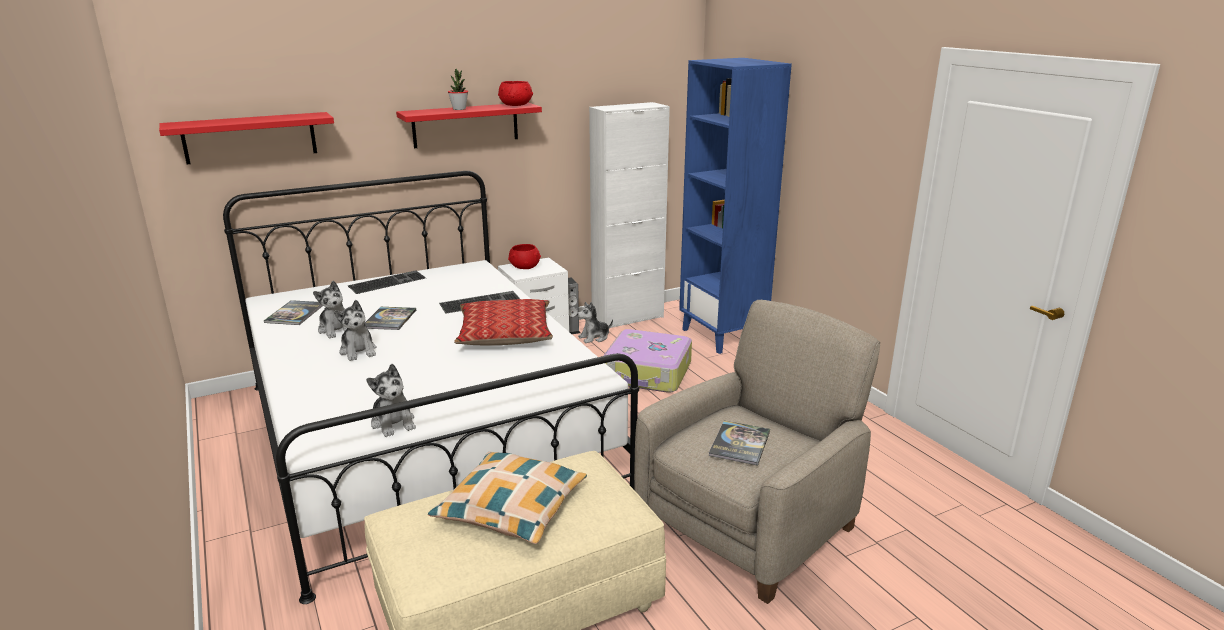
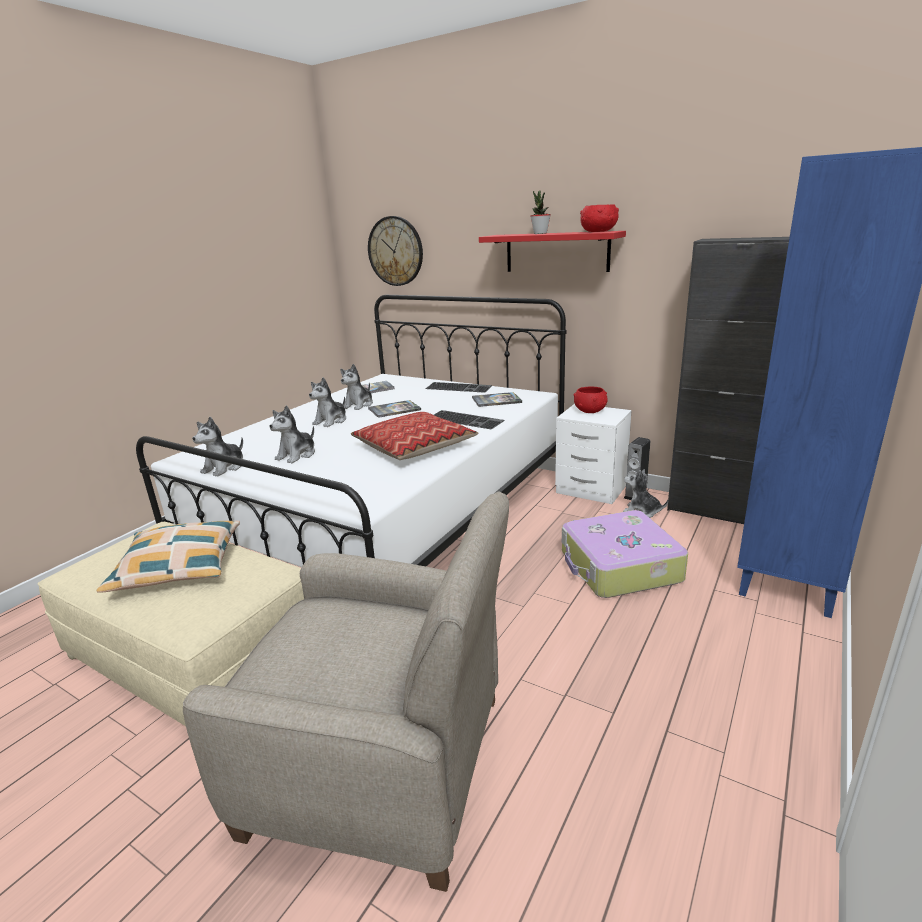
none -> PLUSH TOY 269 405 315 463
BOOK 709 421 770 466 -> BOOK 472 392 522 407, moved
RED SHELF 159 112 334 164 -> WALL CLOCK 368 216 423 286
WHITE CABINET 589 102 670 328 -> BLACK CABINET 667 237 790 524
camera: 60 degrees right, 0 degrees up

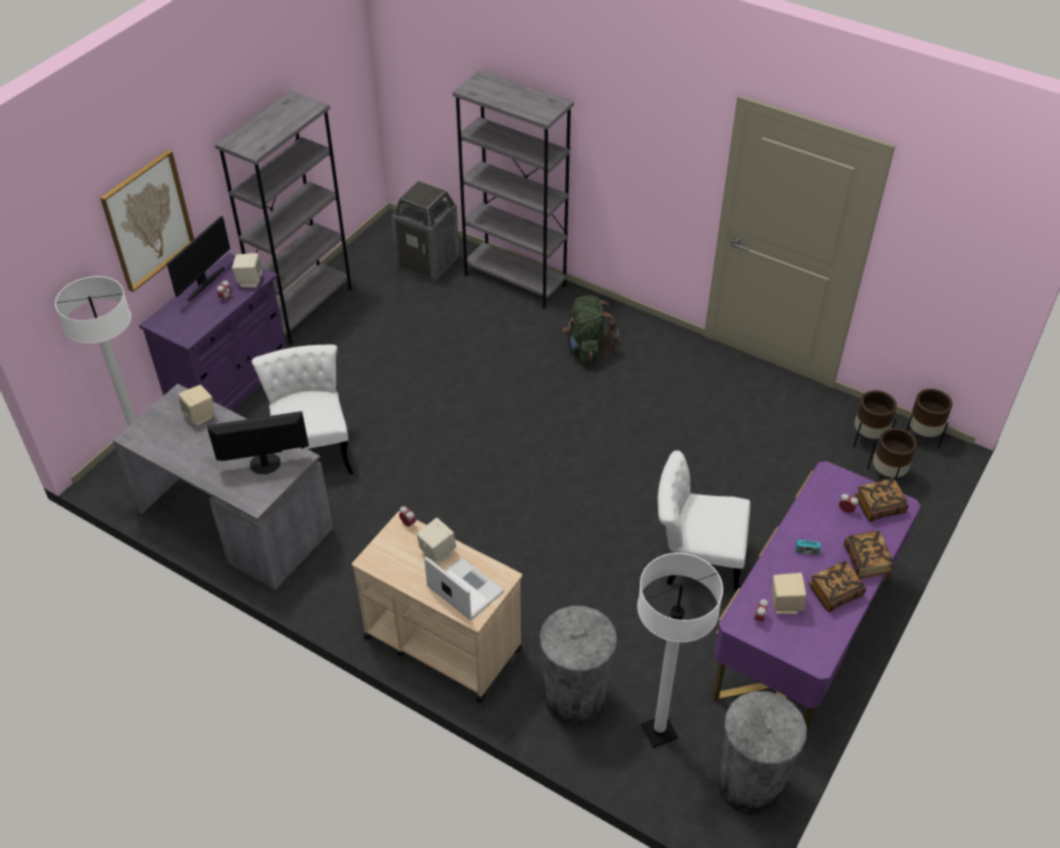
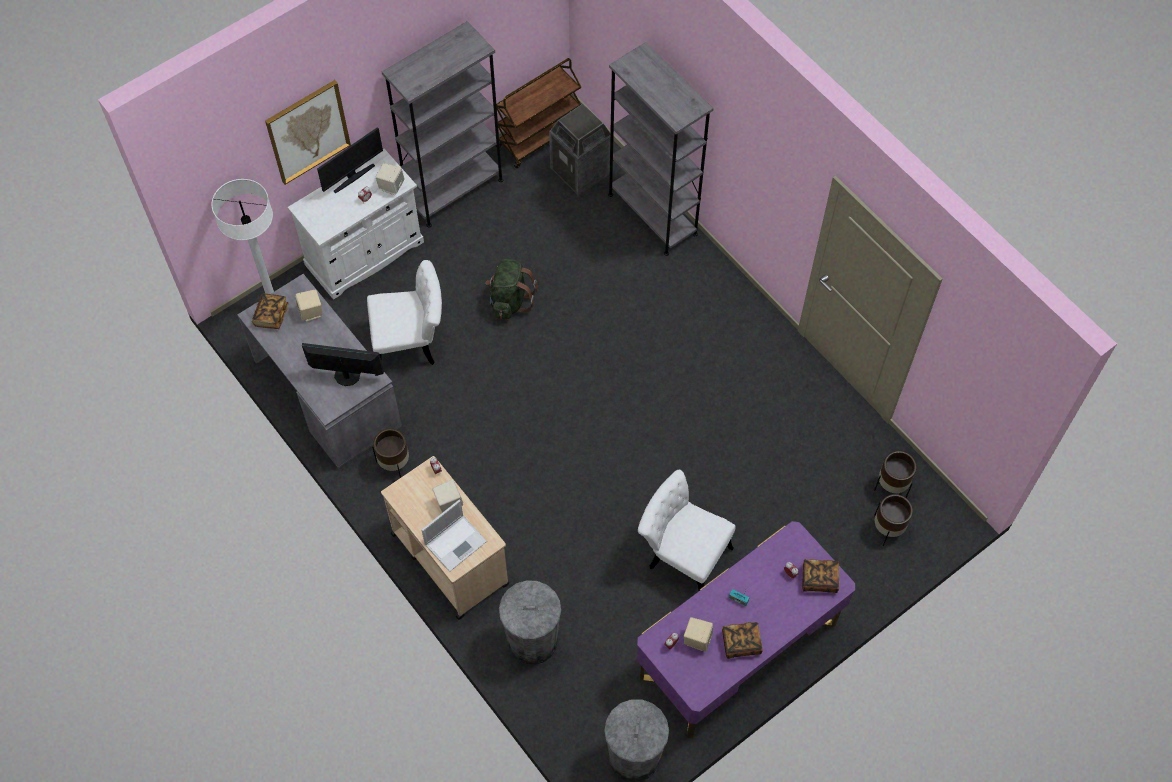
WHITE FLOOR LAMP 637 553 723 748 -> none
none -> BROWN CART 496 58 581 168
GREEN BACKPACK 562 295 619 363 -> GREEN BACKPACK 485 259 538 319, moved
BOOK 844 531 894 579 -> BOOK 252 293 289 329, moved
BROWN PLANTER 906 389 952 448 -> BROWN PLANTER 372 428 409 478, moved
PURPLE CABINET 139 253 287 411 -> WHITE CABINET 287 149 424 300
WHITE CHAIR 252 344 353 474 -> WHITE CHAIR 367 260 442 365, 75 degrees clockwise
LAPTOP 424 556 504 620 -> LAPTOP 421 499 487 572, 75 degrees clockwise
camera: 20 degrees right, 15 degrees up

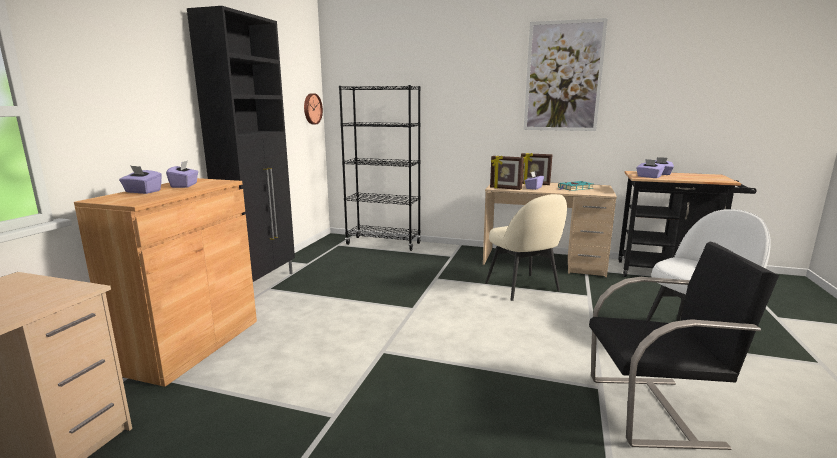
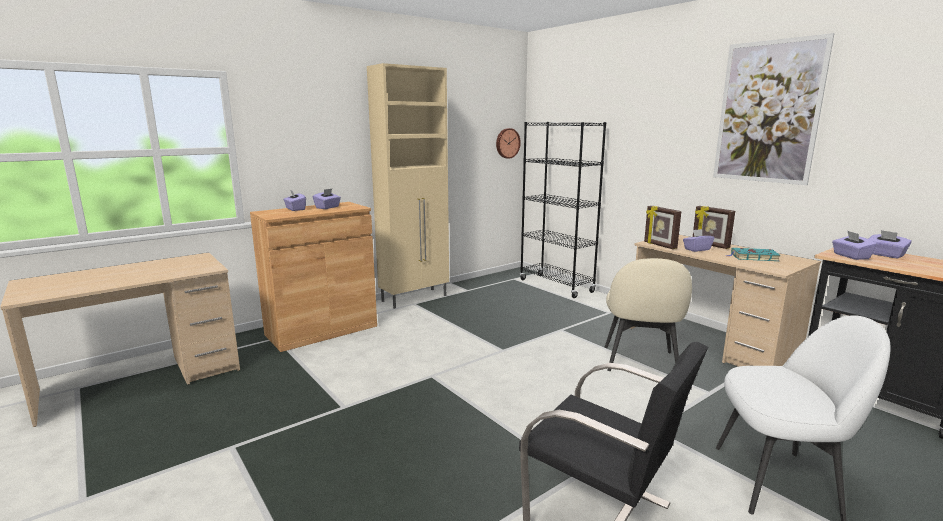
BLACK CABINET 187 6 295 282 -> BEIGE CABINET 367 63 449 309
camera: 35 degrees right, 0 degrees up

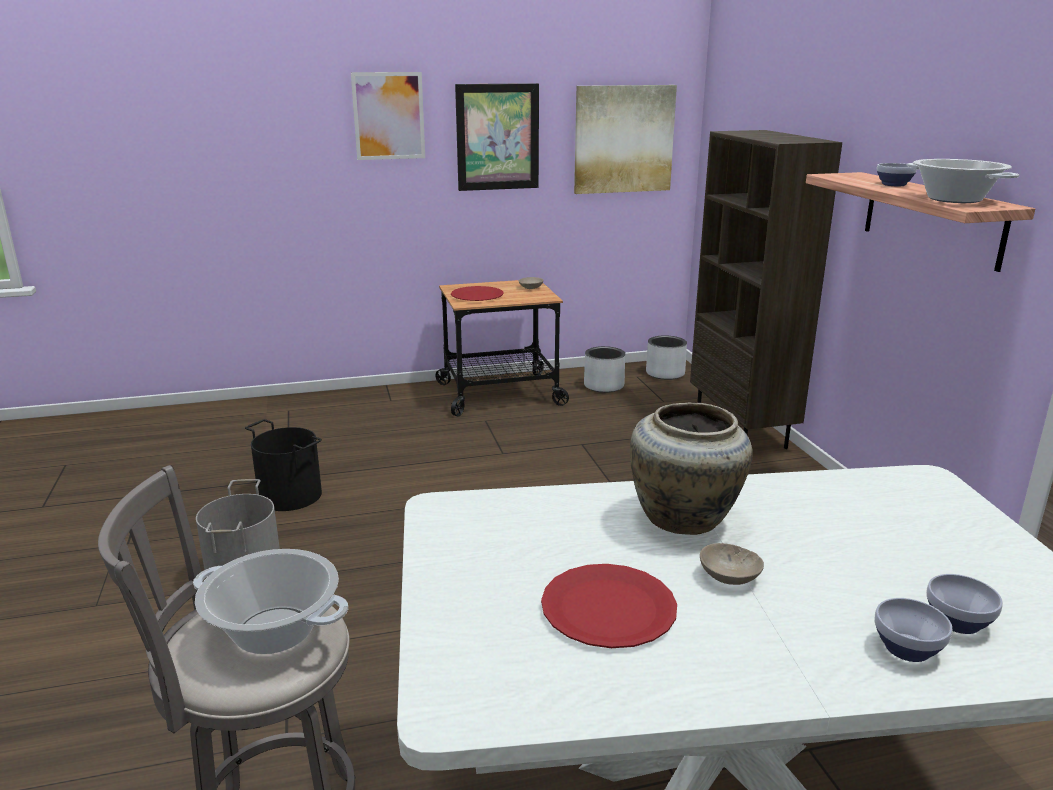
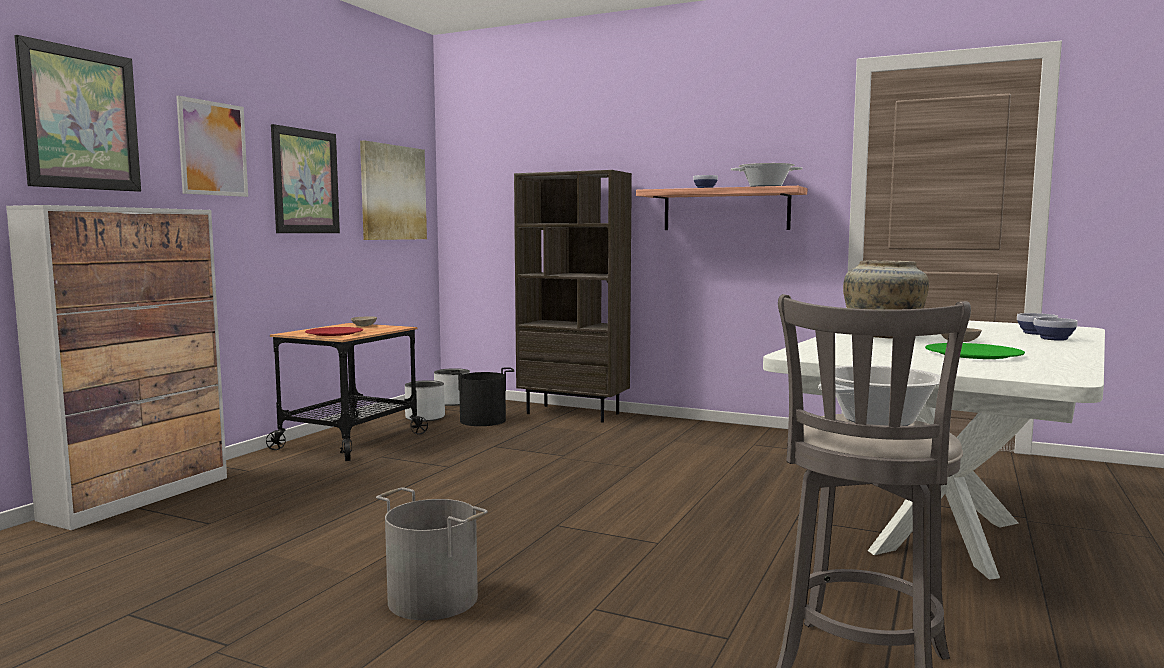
none -> CABINET 6 205 227 530
none -> PICTURE 14 35 141 192
BLACK BUCKET 245 419 322 511 -> BLACK BUCKET 449 367 514 426, moved
RED PLATE 541 564 677 648 -> GREEN PLATE 925 343 1025 359
camera: 50 degrees left, 15 degrees down

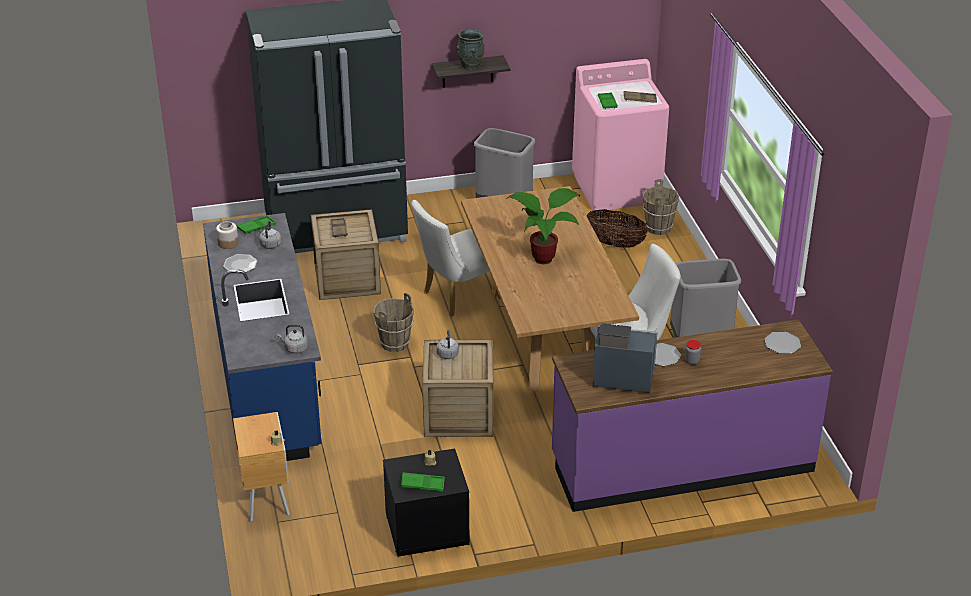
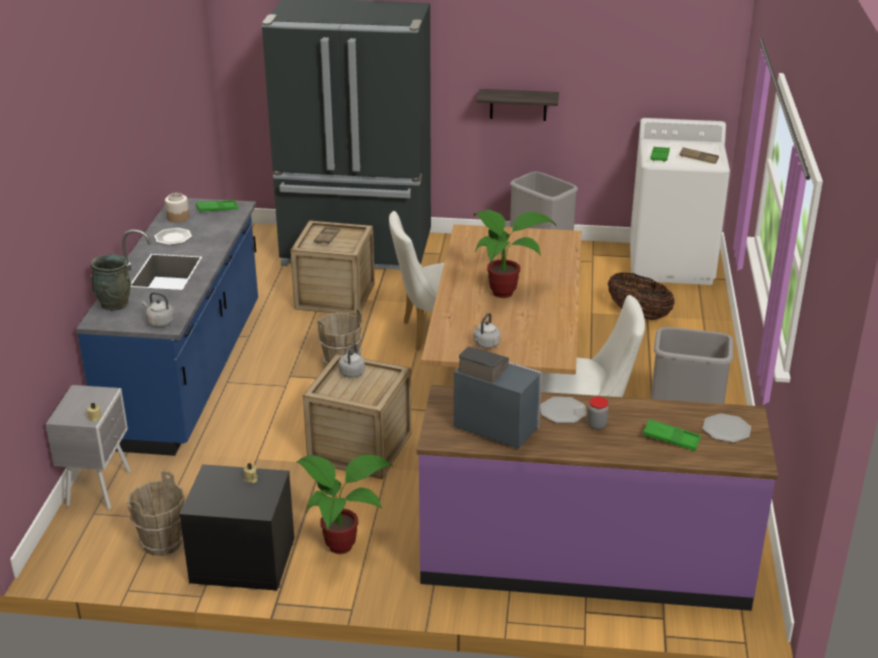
none -> POTTED PLANT 297 455 392 554
GREY KETTLE 259 220 281 249 -> GREY KETTLE 474 313 501 348, moved
GREEN TRAY 401 472 445 491 -> GREEN TRAY 643 419 701 451, moved
GREY VASE 457 29 485 70 -> GREY VASE 90 254 131 311, moved
BROWN BUCKET 643 179 680 235 -> BROWN BUCKET 127 471 184 556, moved
BROWN NIGHTSTAND 233 412 290 522 -> GREY NIGHTSTAND 45 385 131 509
PINK WASHING MACHINE 572 59 669 211 -> WHITE WASHING MACHINE 630 118 730 285
camera: 20 degrees right, 5 degrees down

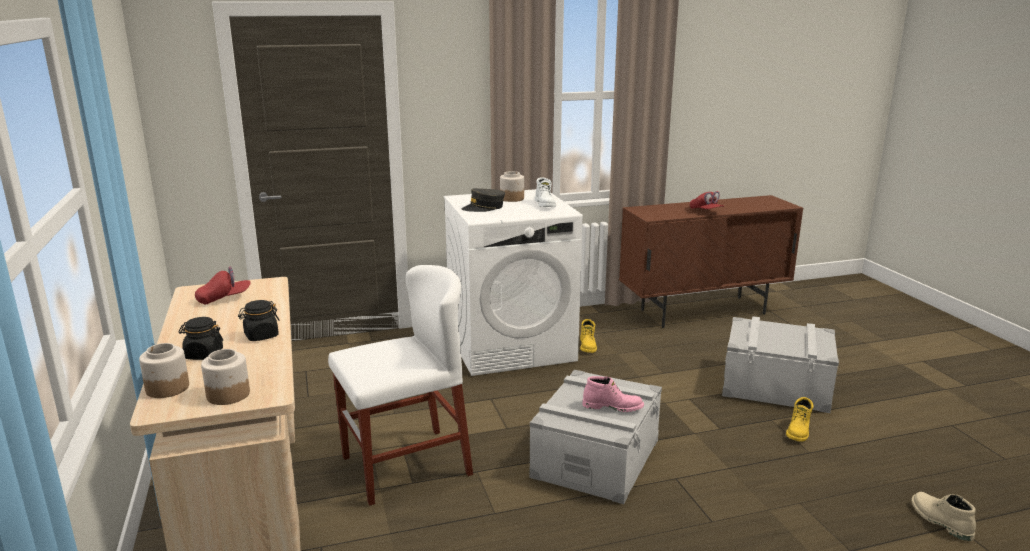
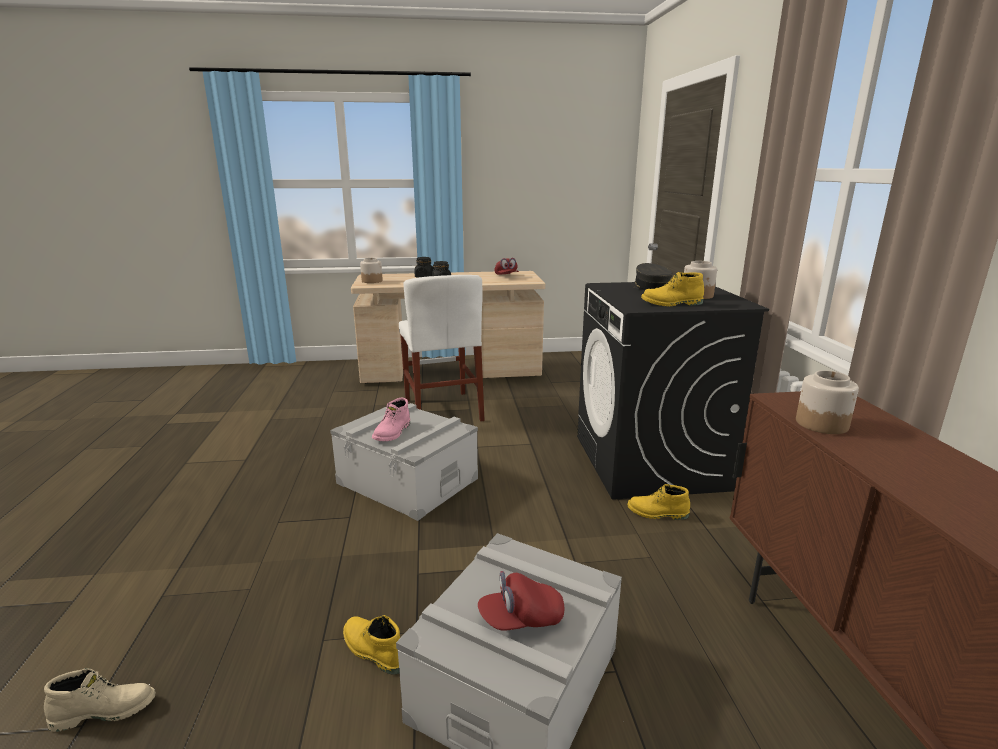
JAR 139 343 189 398 -> JAR 796 370 859 434, moved
RED CAP 690 191 724 209 -> RED CAP 478 571 564 631, moved
WHITE WASHING MACHINE 444 189 583 376 -> BLACK WASHING MACHINE 577 282 769 500
WHITE BOOT 535 177 556 207 -> YELLOW BOOT 641 272 704 306
camera: 100 degrees right, 0 degrees up

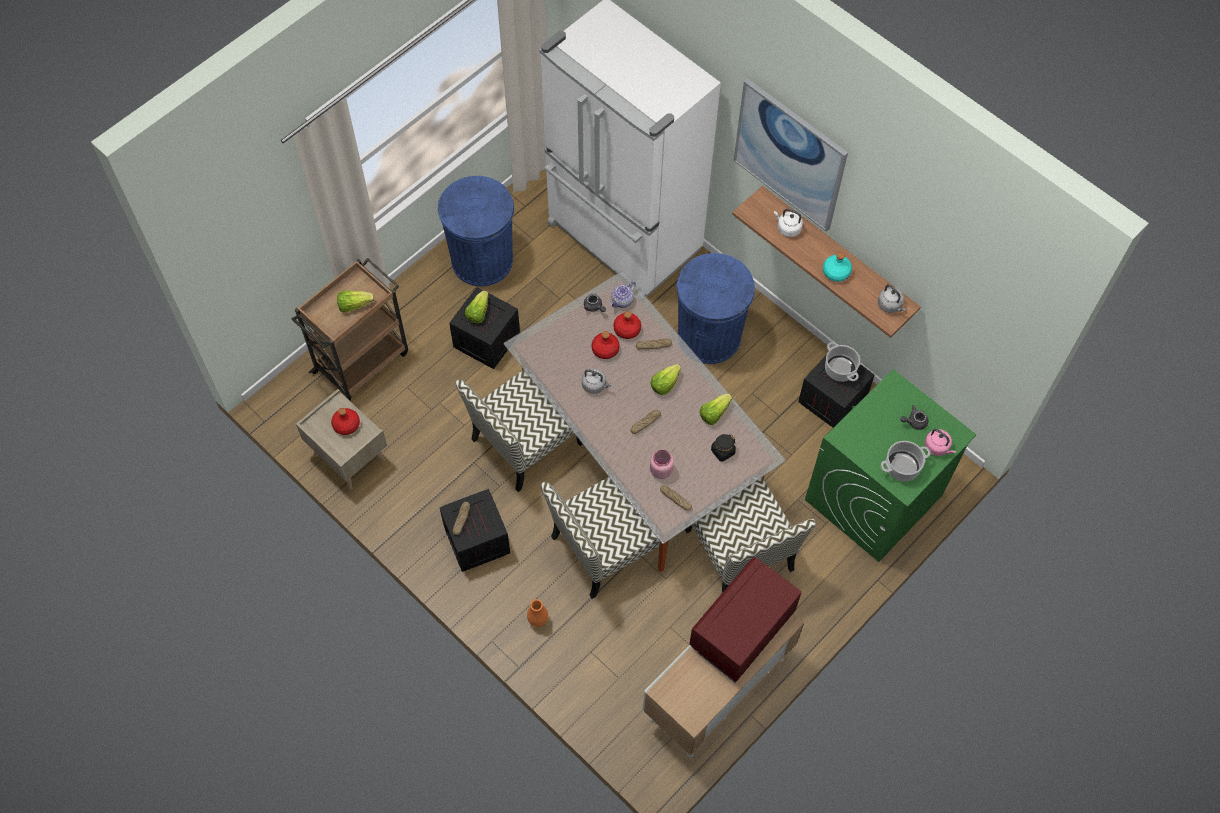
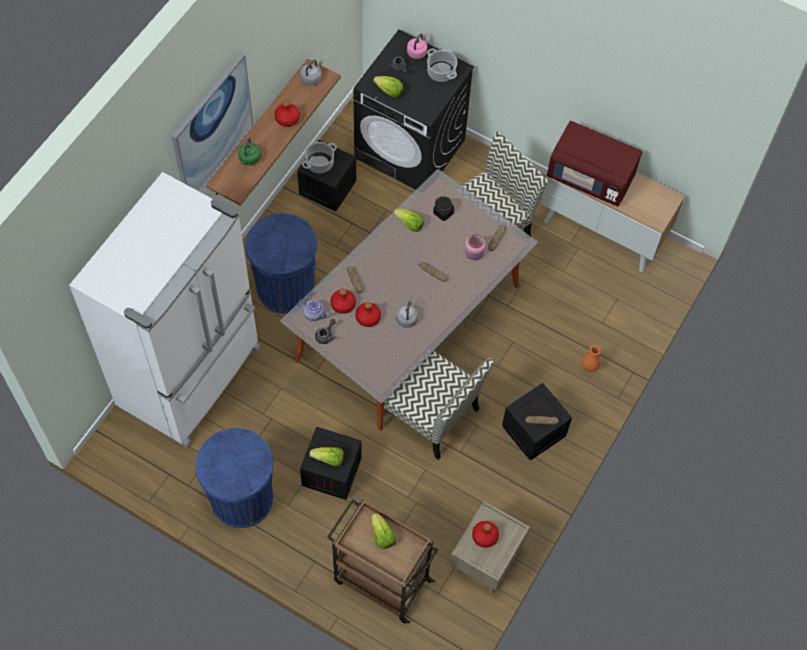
CHAIR 541 477 660 599 -> none
LETTUCE 650 364 681 395 -> LETTUCE 373 76 403 97, moved
WHITE KETTLE 774 209 803 237 -> GREEN KETTLE 238 138 261 165
GREEN WASHING MACHINE 805 369 977 562 -> BLACK WASHING MACHINE 353 30 474 190
TURQUOISE BOTTLE 823 252 852 282 -> RED BOTTLE 275 100 300 127
camera: 105 degrees left, 0 degrees up

